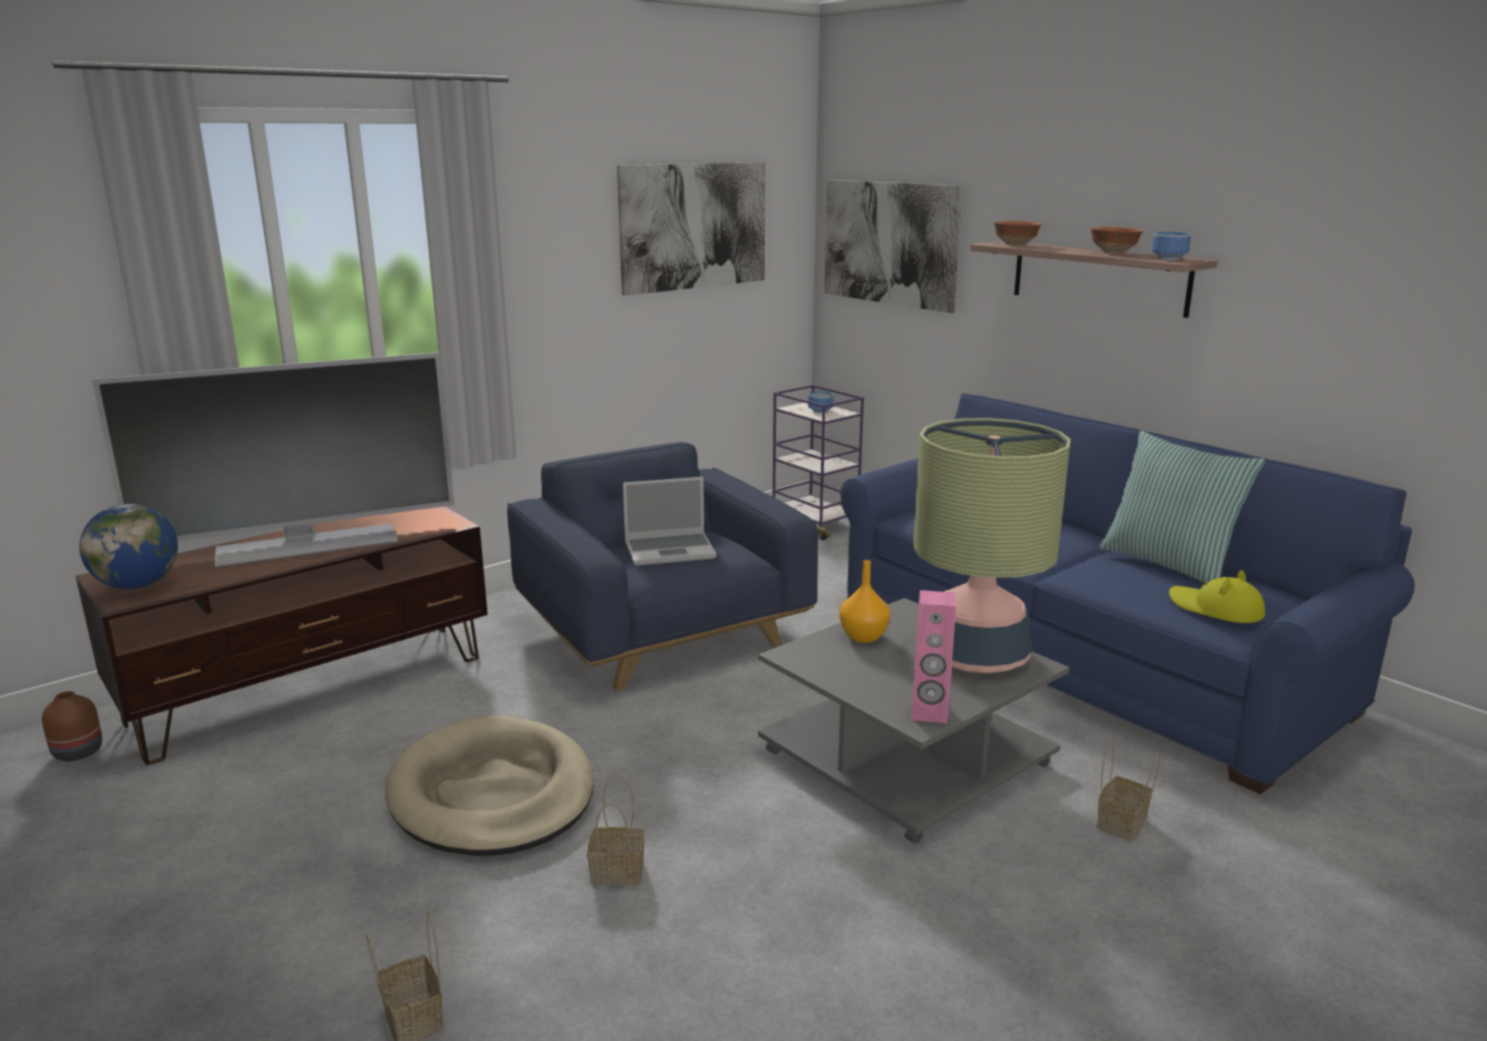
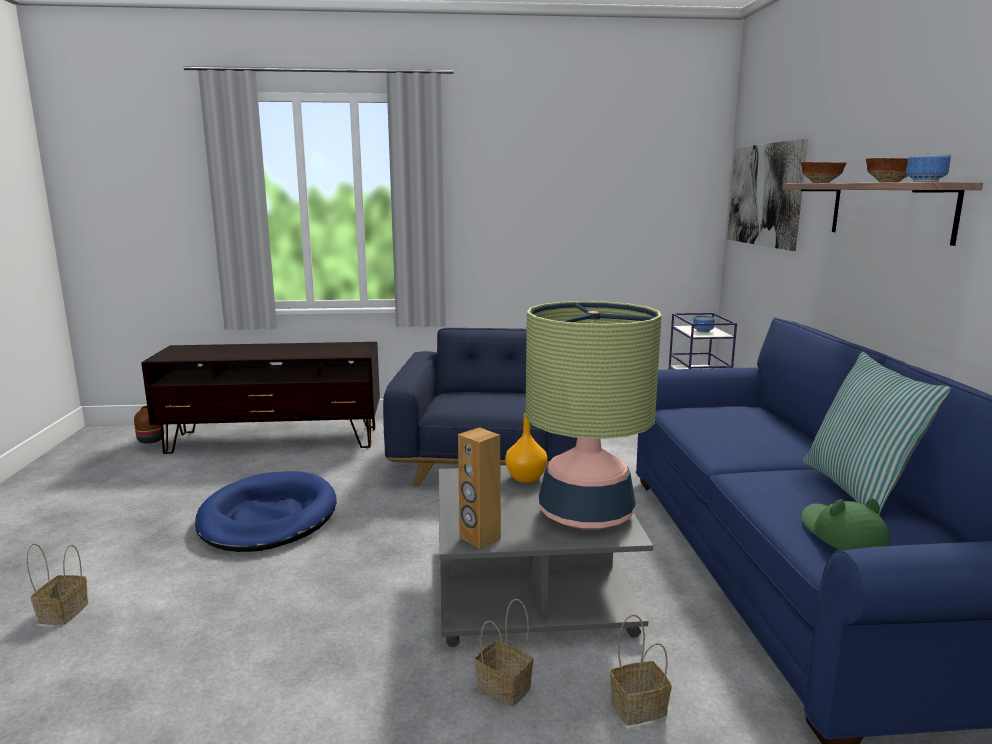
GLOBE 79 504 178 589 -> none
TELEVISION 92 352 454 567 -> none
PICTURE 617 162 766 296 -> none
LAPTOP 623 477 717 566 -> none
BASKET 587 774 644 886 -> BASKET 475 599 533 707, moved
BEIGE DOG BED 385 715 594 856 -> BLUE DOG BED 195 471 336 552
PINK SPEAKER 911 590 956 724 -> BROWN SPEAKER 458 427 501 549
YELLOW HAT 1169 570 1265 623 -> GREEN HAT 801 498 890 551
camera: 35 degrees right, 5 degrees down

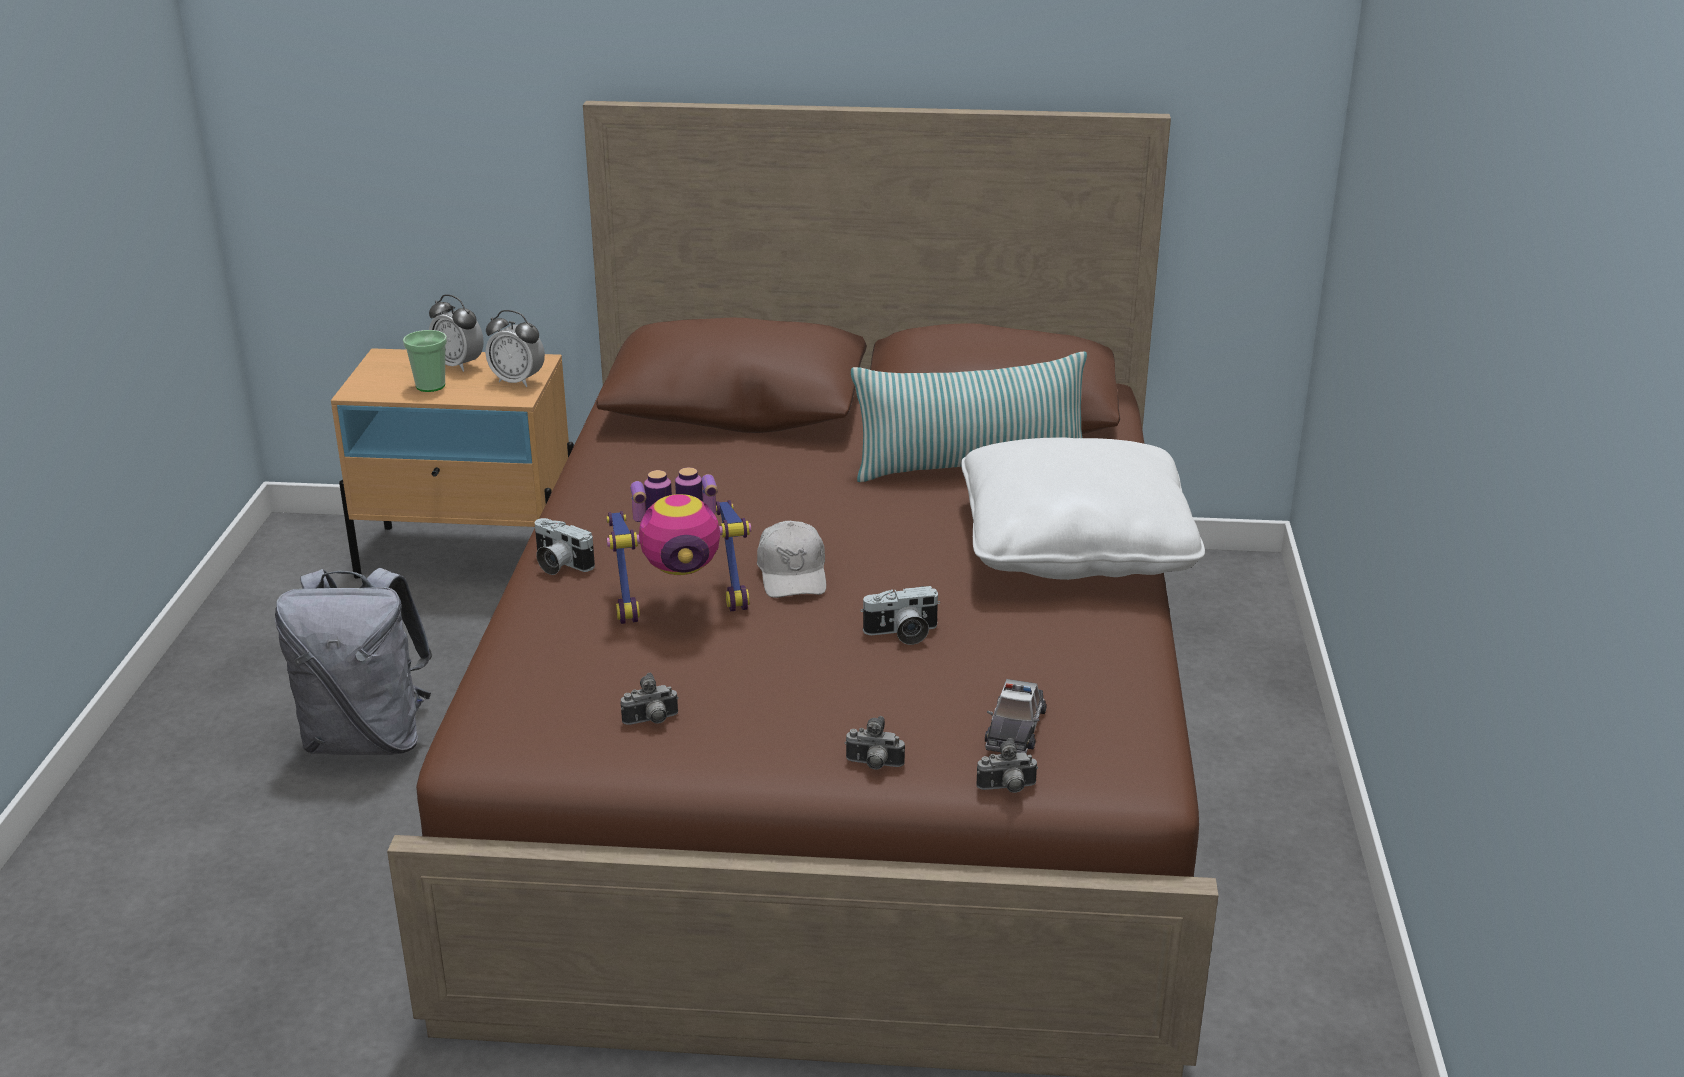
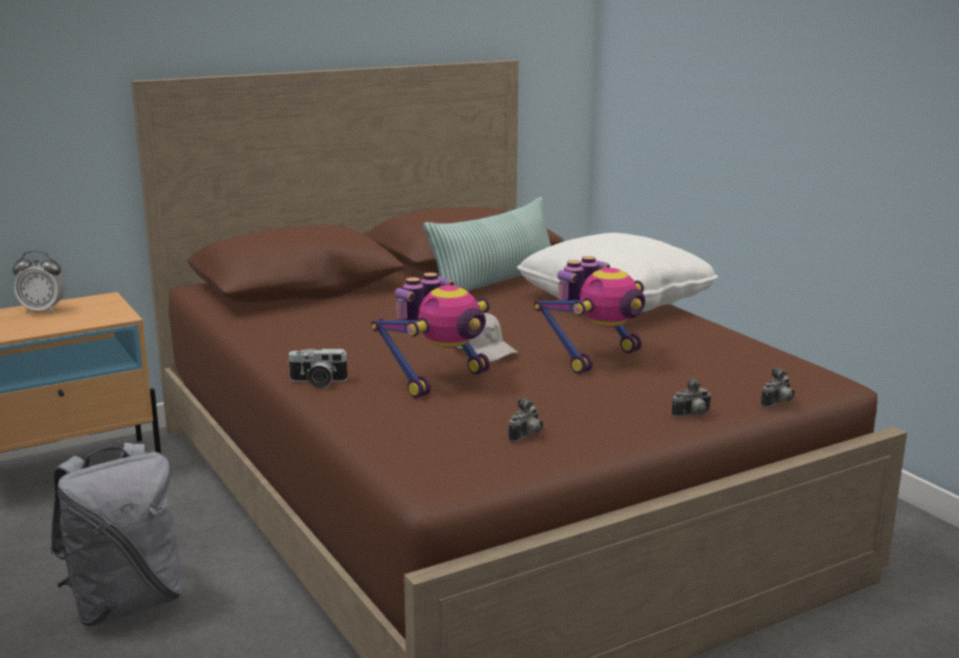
CUP 403 330 447 392 -> none
ALARM CLOCK 486 310 545 387 -> none
TOY CAR 985 679 1047 753 -> none
PHOTO CAMERA 860 586 940 645 -> TOY ROBOT 534 256 645 374
camera: 35 degrees left, 10 degrees down

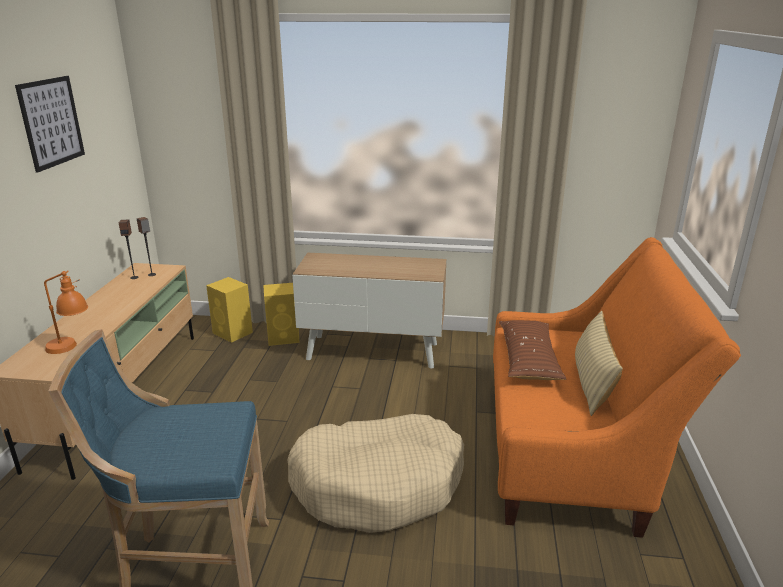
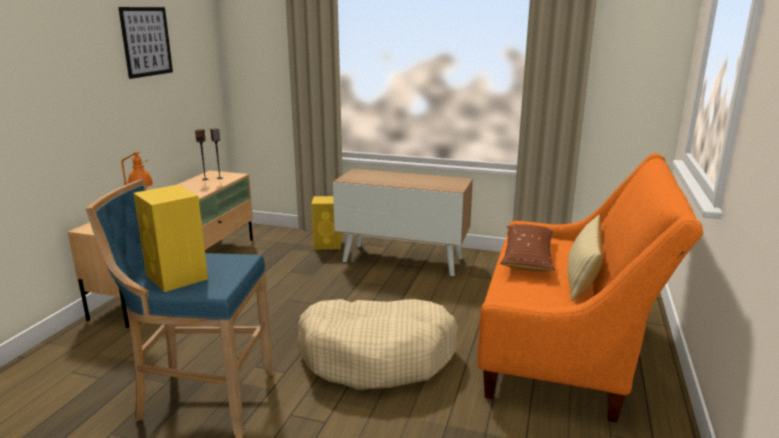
YELLOW SPEAKER 206 277 253 343 -> YELLOW SPEAKER 133 185 208 292, moved
camera: 10 degrees right, 5 degrees down

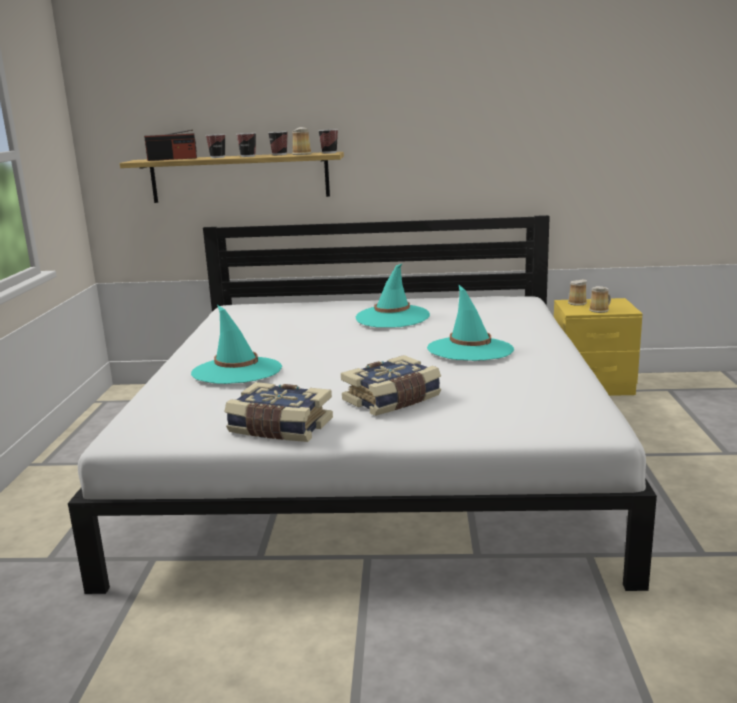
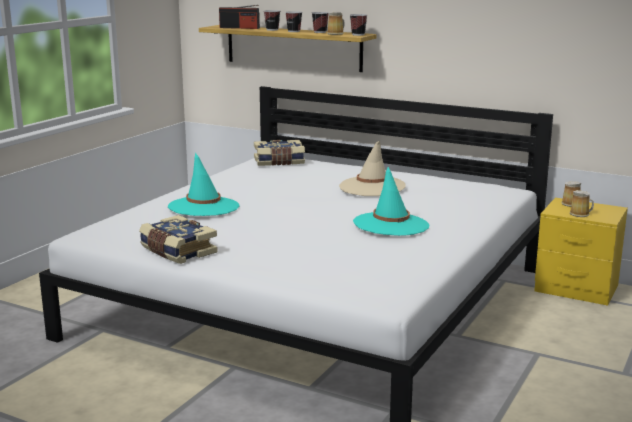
BOOK 341 355 441 416 -> BOOK 254 140 305 166, moved
TURQUOISE HAT 356 264 430 328 -> BEIGE HAT 339 141 406 196
camera: 25 degrees right, 0 degrees up

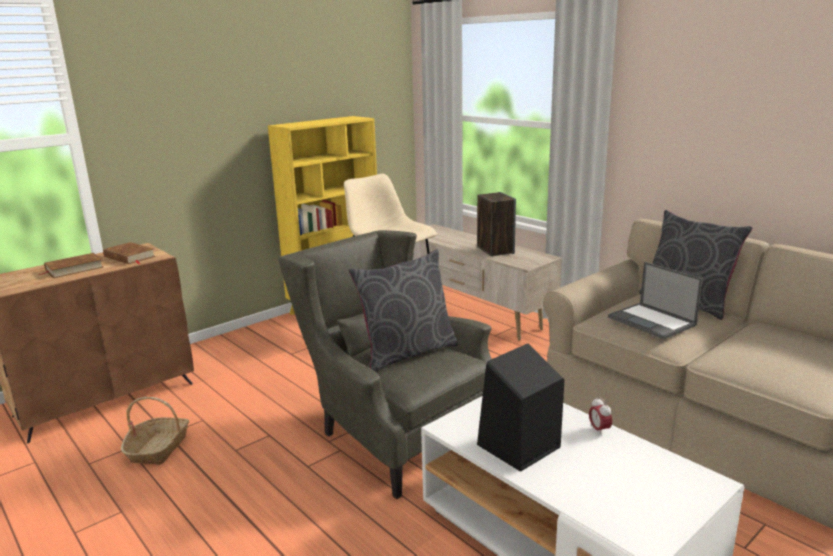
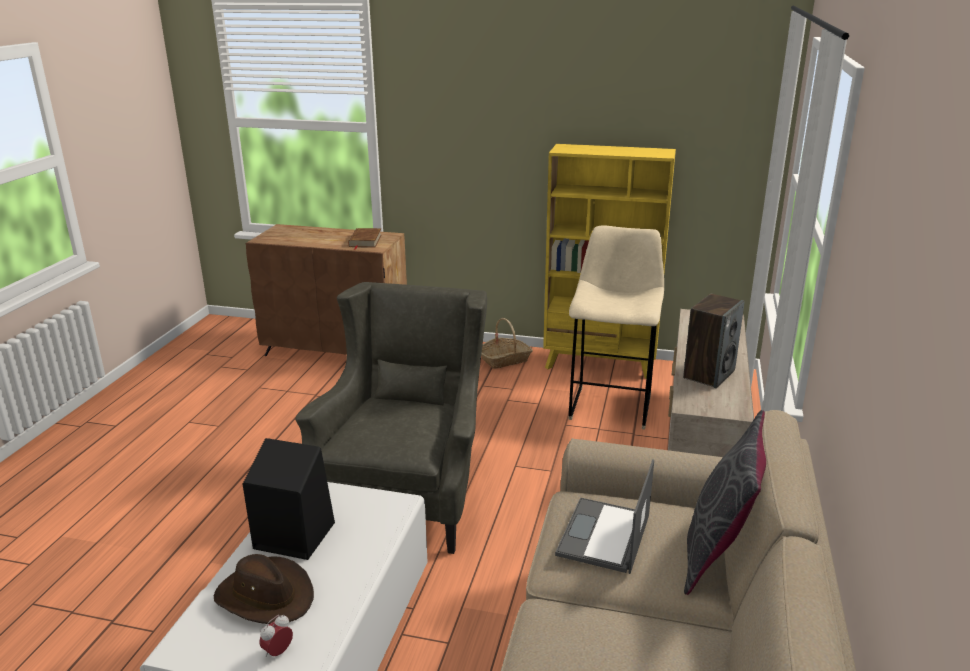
BROWN BOOK 38 253 104 278 -> none
GREY PILLOW 349 249 458 371 -> none
none -> BROWN HAT 214 554 314 624
BASKET 121 397 189 465 -> BASKET 481 318 533 369, moved
ALARM CLOCK 589 397 612 436 -> ALARM CLOCK 259 614 293 657, moved
camera: 55 degrees right, 5 degrees up

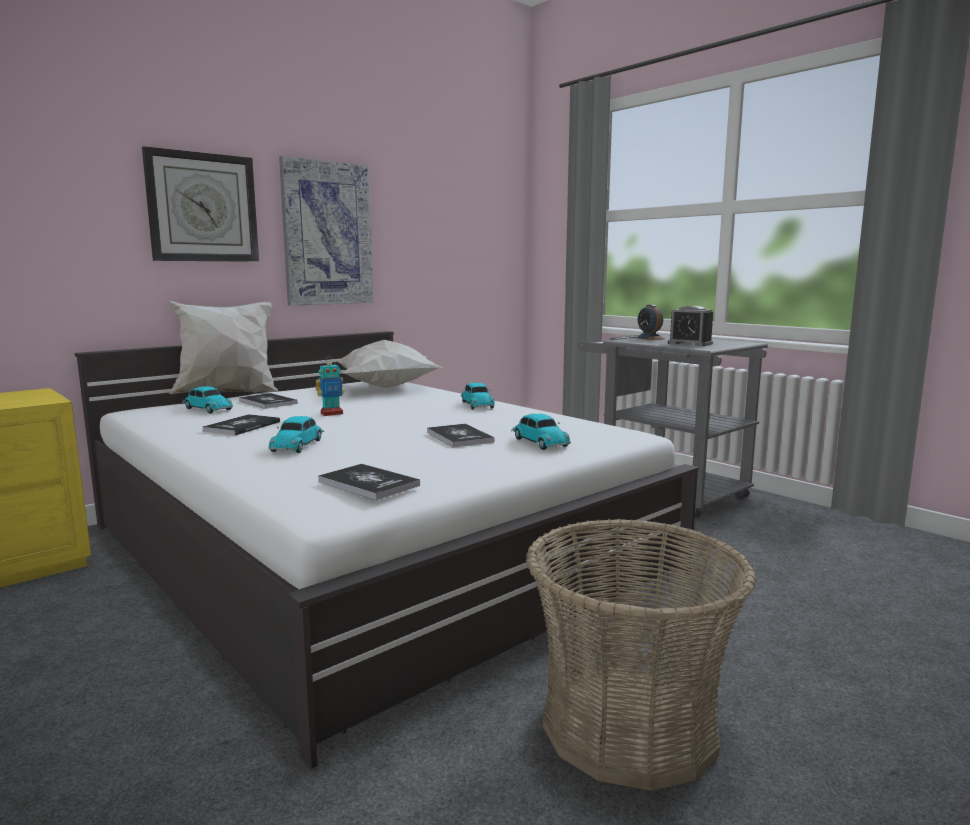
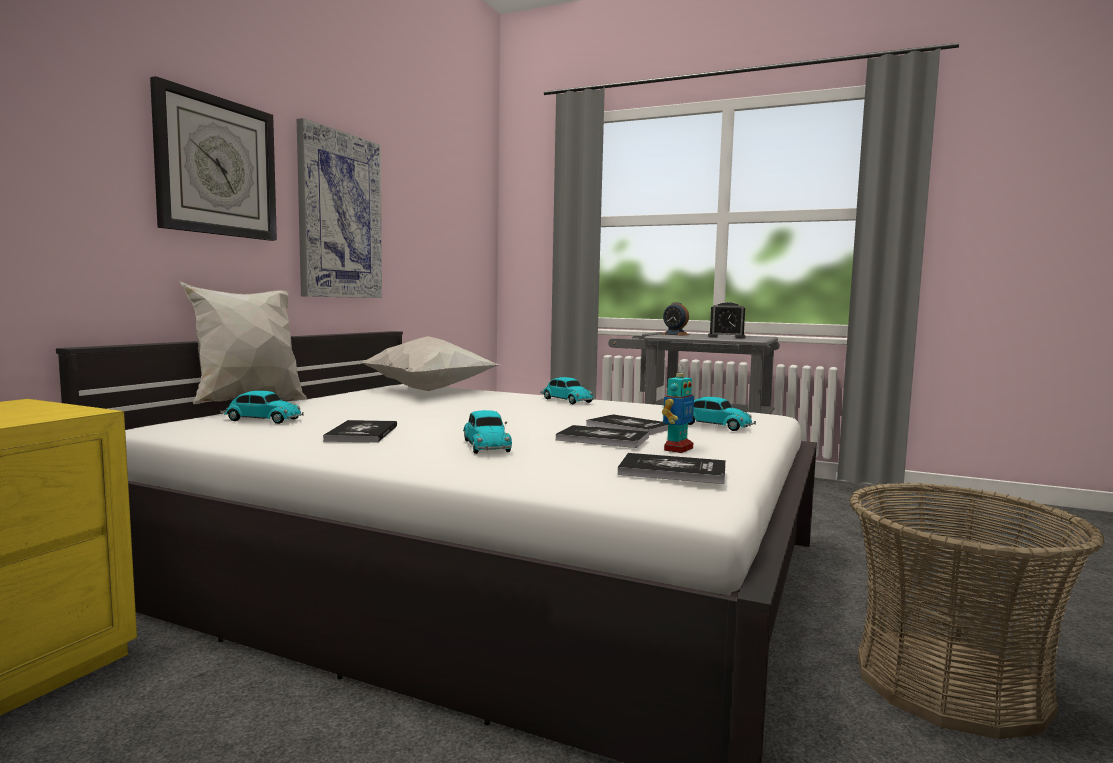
BOOK 239 393 297 409 -> BOOK 556 425 649 448, moved
TOY ROBOT 316 356 345 416 -> TOY ROBOT 662 364 694 453, moved
camera: 25 degrees left, 5 degrees down

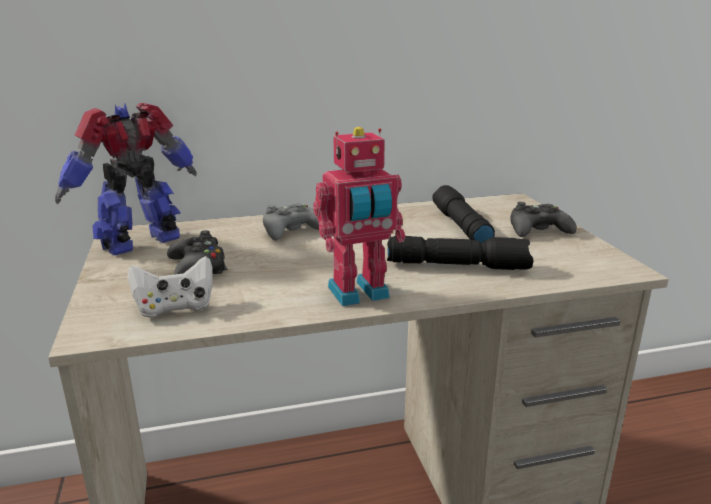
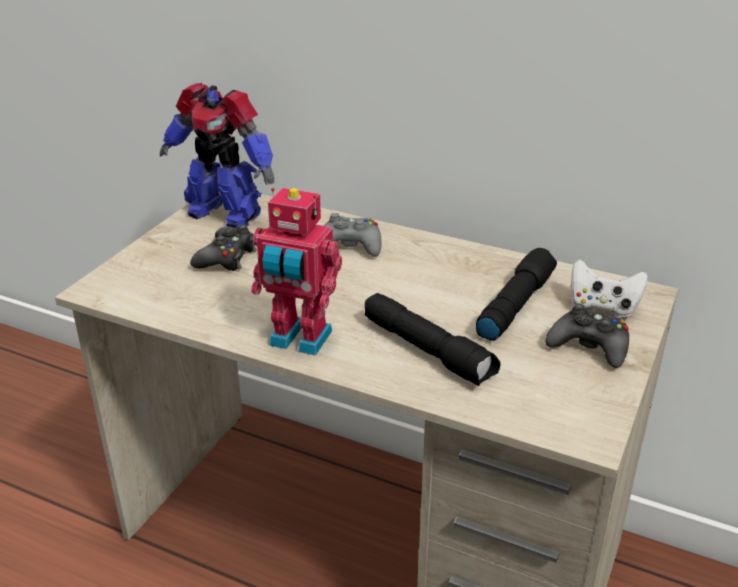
WHITE GAME CONTROLLER 128 256 213 317 -> WHITE GAME CONTROLLER 571 259 648 318, moved
TOY ROBOT 55 103 197 256 -> TOY ROBOT 160 83 274 228, 150 degrees counterclockwise
camera: 40 degrees right, 10 degrees up

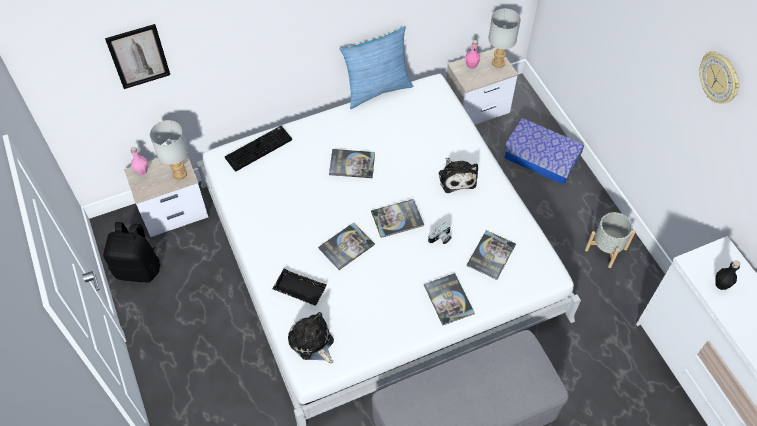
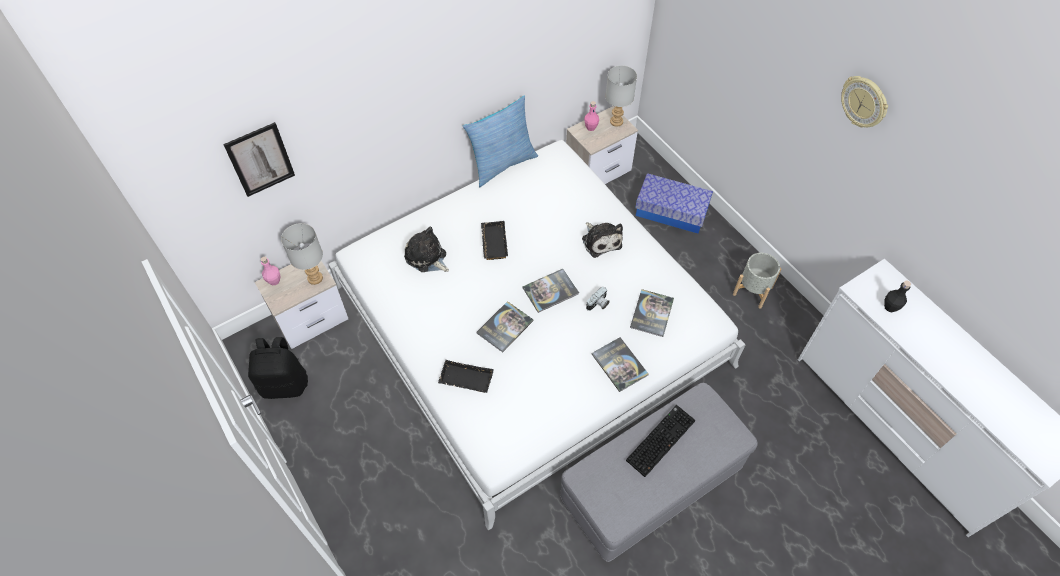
KEYBOARD 225 126 292 172 -> KEYBOARD 626 405 695 477, moved
PLUSH TOY 288 312 334 363 -> PLUSH TOY 404 227 449 272, moved
BOOK 329 149 375 178 -> BLACK TRAY 481 221 508 260
camera: 10 degrees left, 0 degrees up

